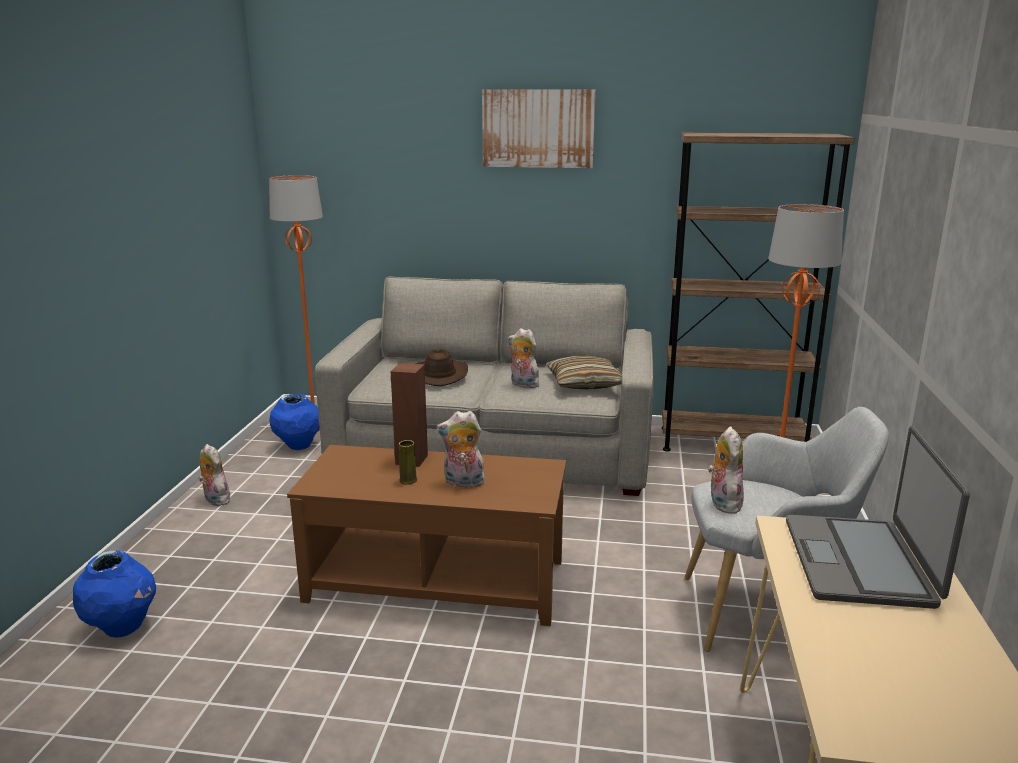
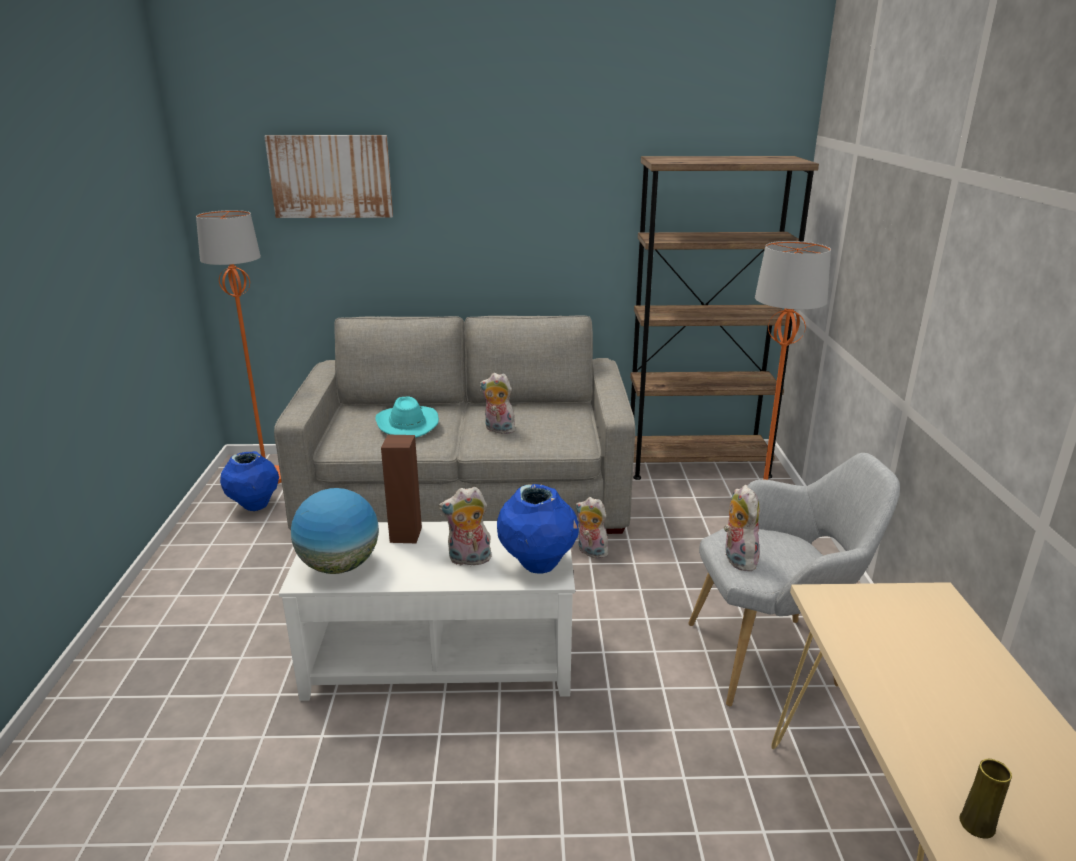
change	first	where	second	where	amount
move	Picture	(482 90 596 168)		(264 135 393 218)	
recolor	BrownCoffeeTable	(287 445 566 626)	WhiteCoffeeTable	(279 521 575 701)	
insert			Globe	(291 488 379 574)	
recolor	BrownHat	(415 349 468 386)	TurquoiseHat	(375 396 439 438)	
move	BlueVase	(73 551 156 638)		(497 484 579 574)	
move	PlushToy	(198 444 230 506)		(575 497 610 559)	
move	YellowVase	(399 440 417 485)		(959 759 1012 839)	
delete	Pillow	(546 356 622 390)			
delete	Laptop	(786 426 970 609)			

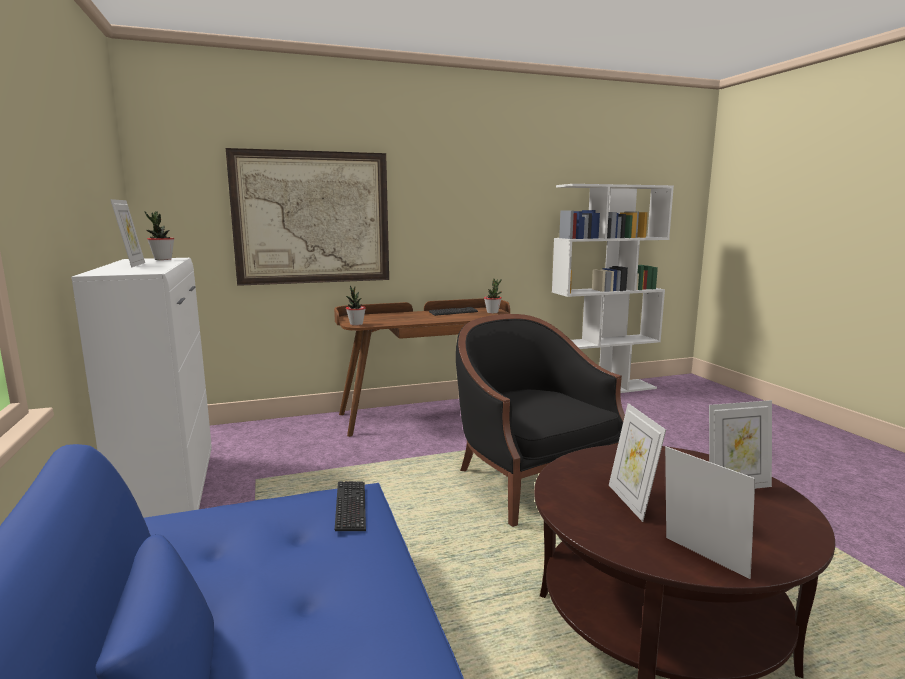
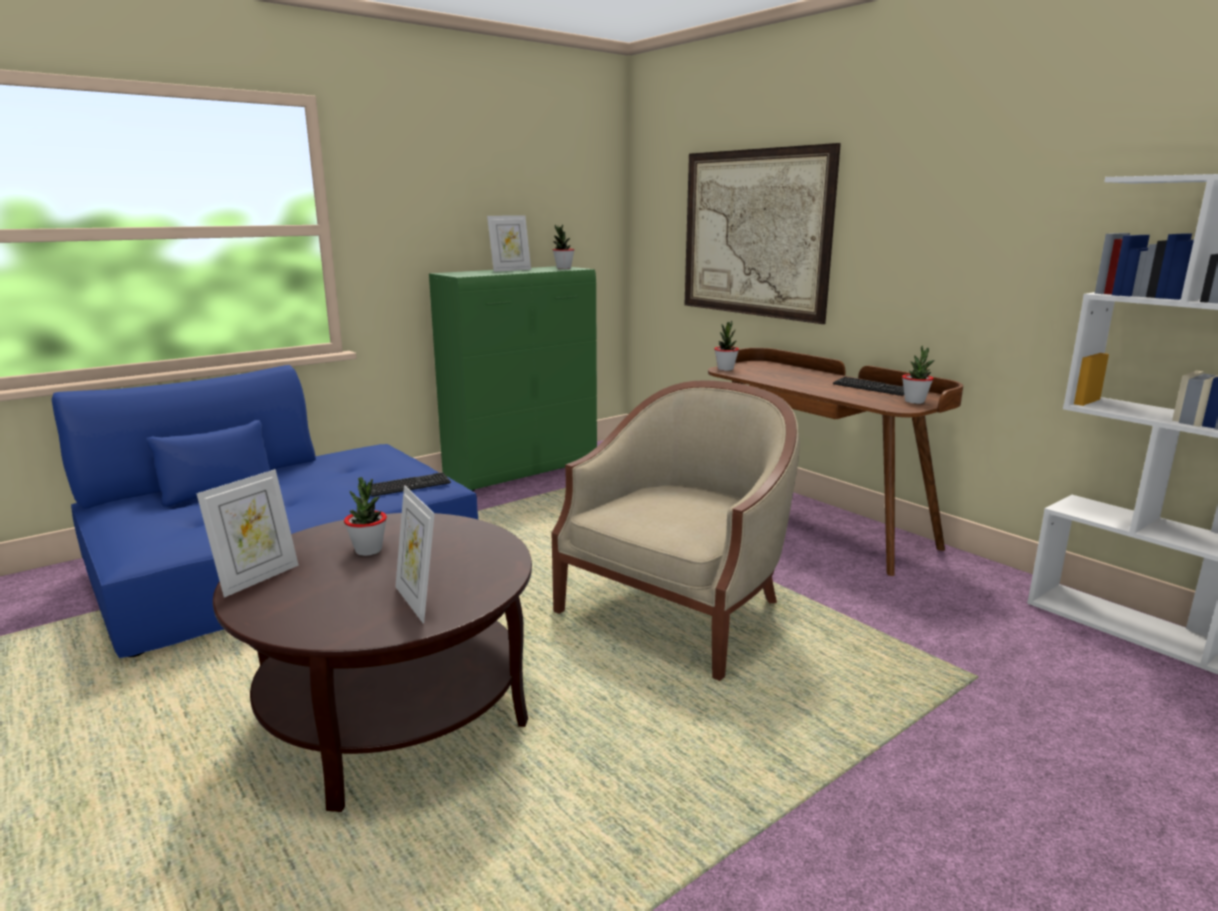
change	first	where	second	where	amount
replace	PictureFrame	(609 403 666 522)	PottedPlant	(344 477 387 556)	
recolor	WhiteCabinet	(71 258 212 518)	GreenCabinet	(429 266 597 491)	
recolor	BlackArmchair	(456 314 625 527)	BeigeArmchair	(551 380 800 681)	

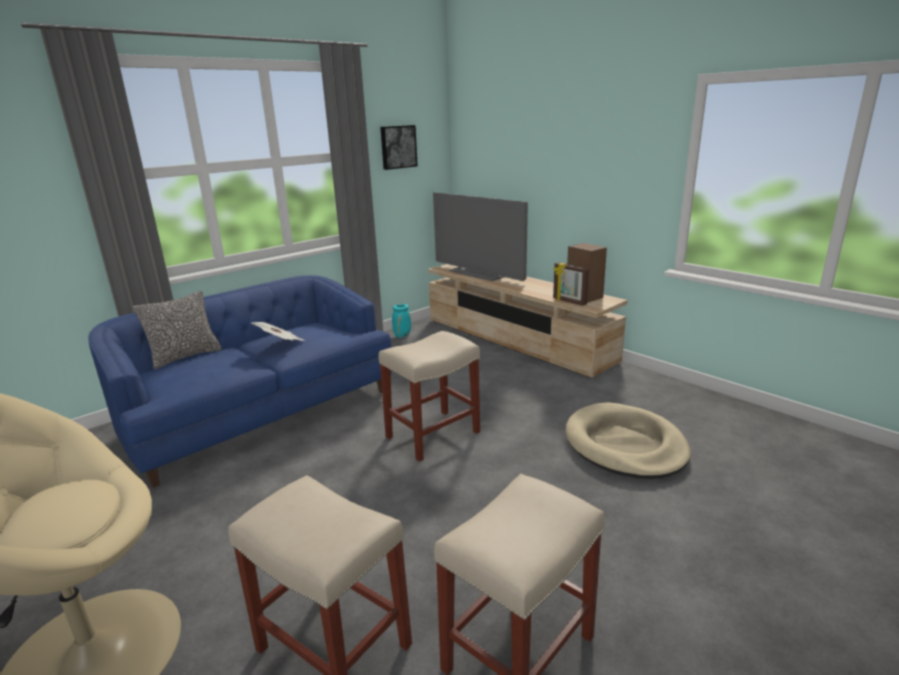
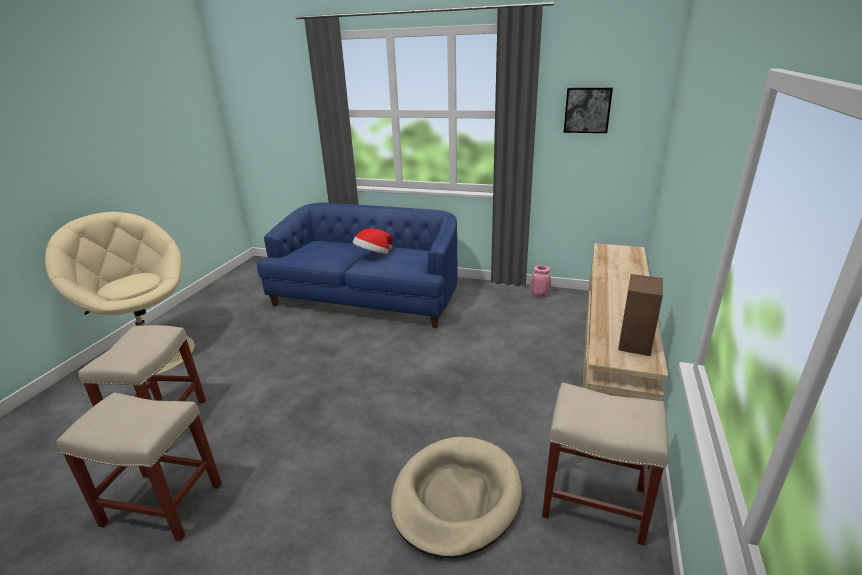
change	first	where	second	where	amount
replace	Newspaper	(251 322 305 341)	Hat	(353 228 393 254)	
recolor	TurquoiseVase	(392 304 411 338)	PinkVase	(531 265 551 298)	
move	BeigeStool	(379 331 480 462)		(542 383 668 545)	
delete	Pillow	(133 291 221 370)			
delete	Television	(433 192 528 281)			
delete	PictureFrame	(553 262 589 306)			

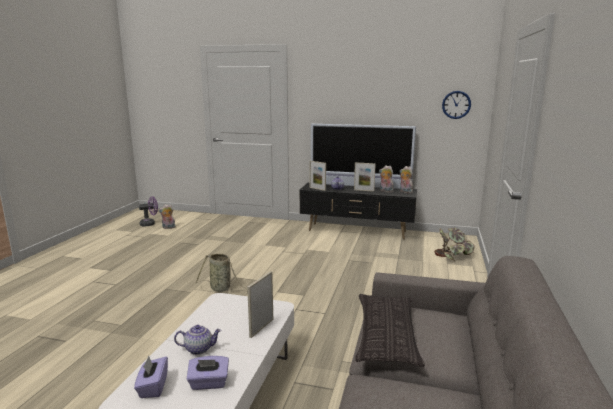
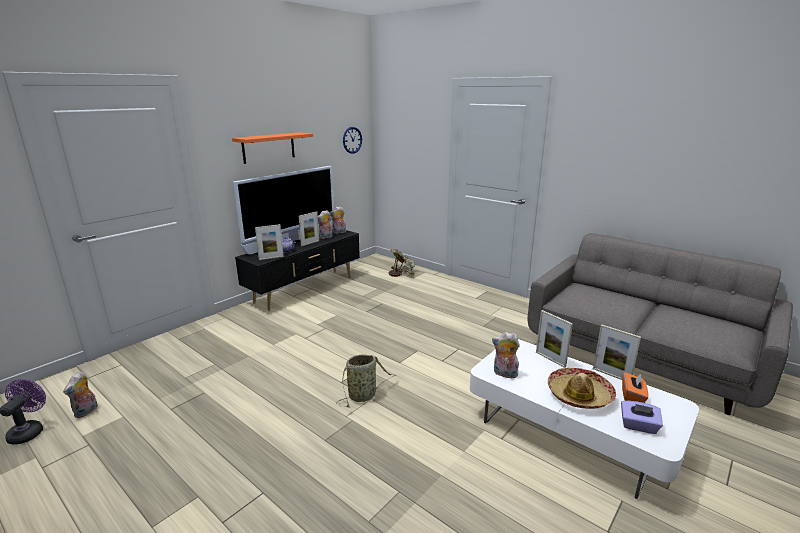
change	first	where	second	where	amount
insert			OrangeShelf	(232 132 313 164)	
insert			PlushToy	(492 332 520 378)	
replace	Teapot	(174 325 221 355)	Hat	(548 368 616 409)	
insert			PictureFrame	(593 324 641 380)	
recolor	PurpleTissueBox	(187 356 229 390)	OrangeTissueBox	(622 372 648 403)	
delete	Pillow	(355 294 425 367)			

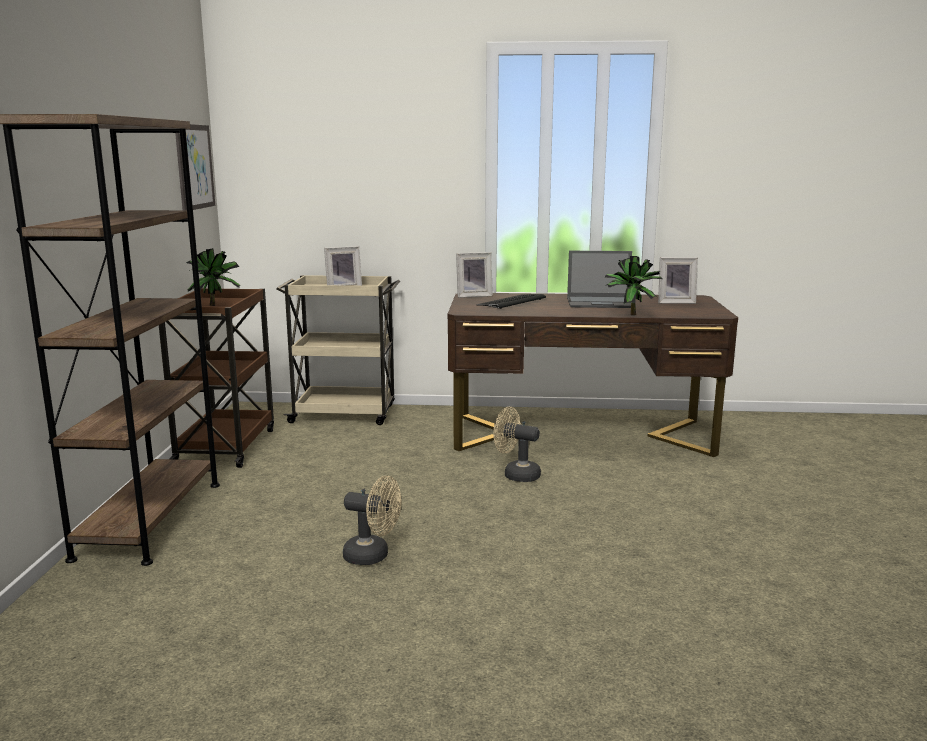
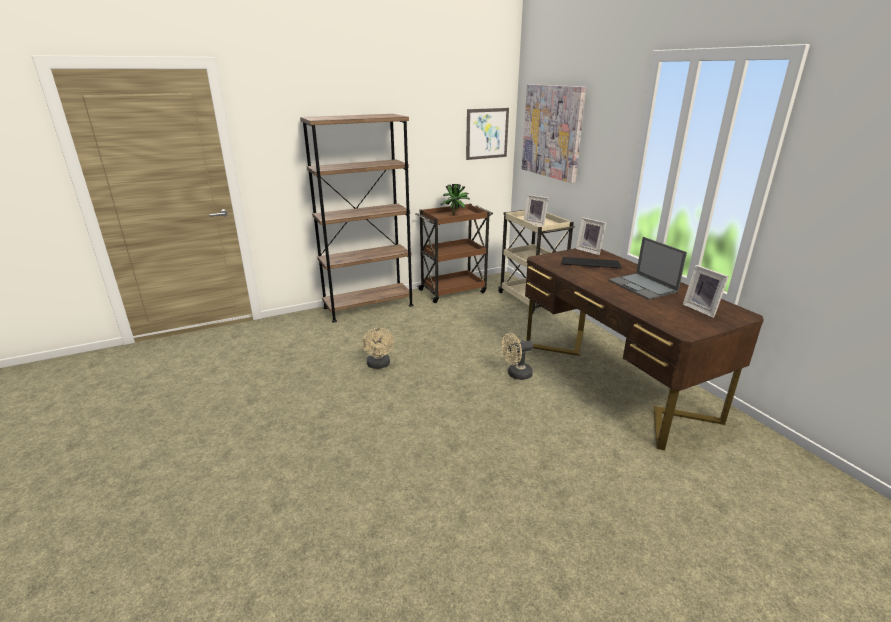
change	first	where	second	where	amount
rotate	BeigeFan	(493 407 541 482)		(501 333 533 380)	105 degrees counterclockwise
insert			Picture	(522 84 586 183)	
delete	PottedPlant	(604 256 663 315)			

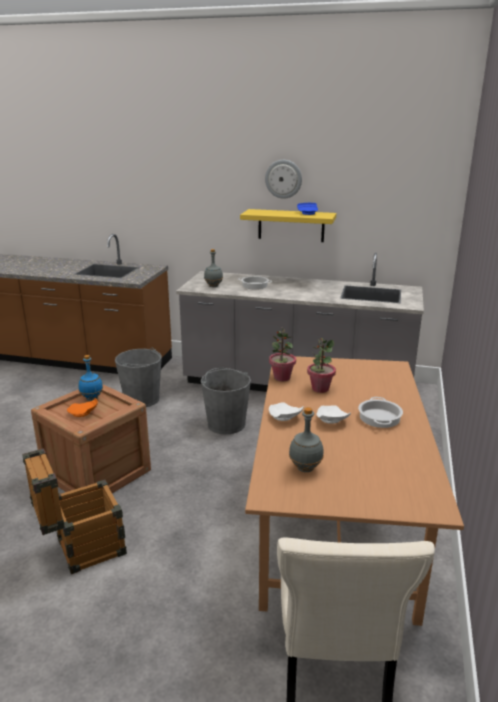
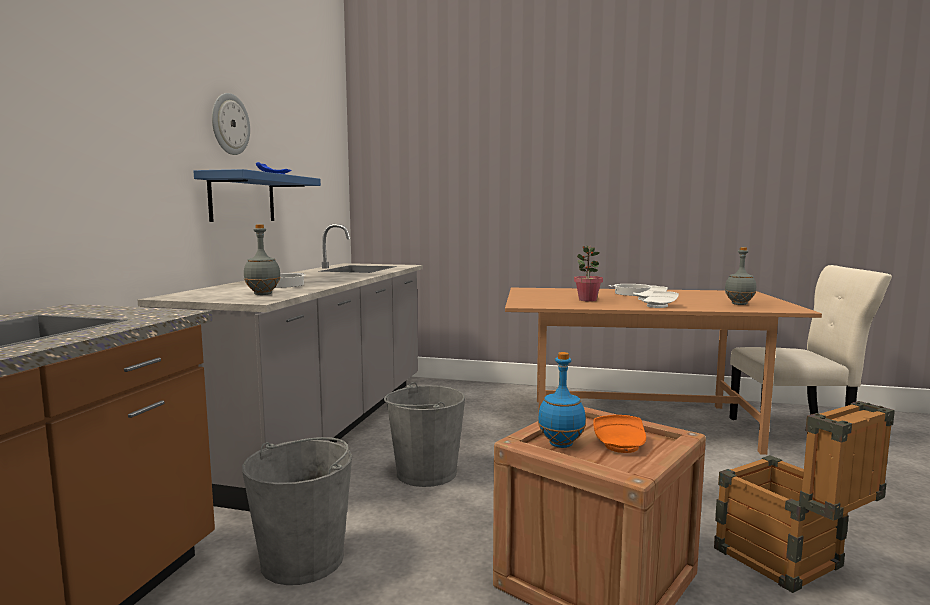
change	first	where	second	where	amount
recolor	YellowShelf	(240 209 336 242)	BlueShelf	(194 169 321 222)	
delete	PottedPlant	(269 328 296 381)			

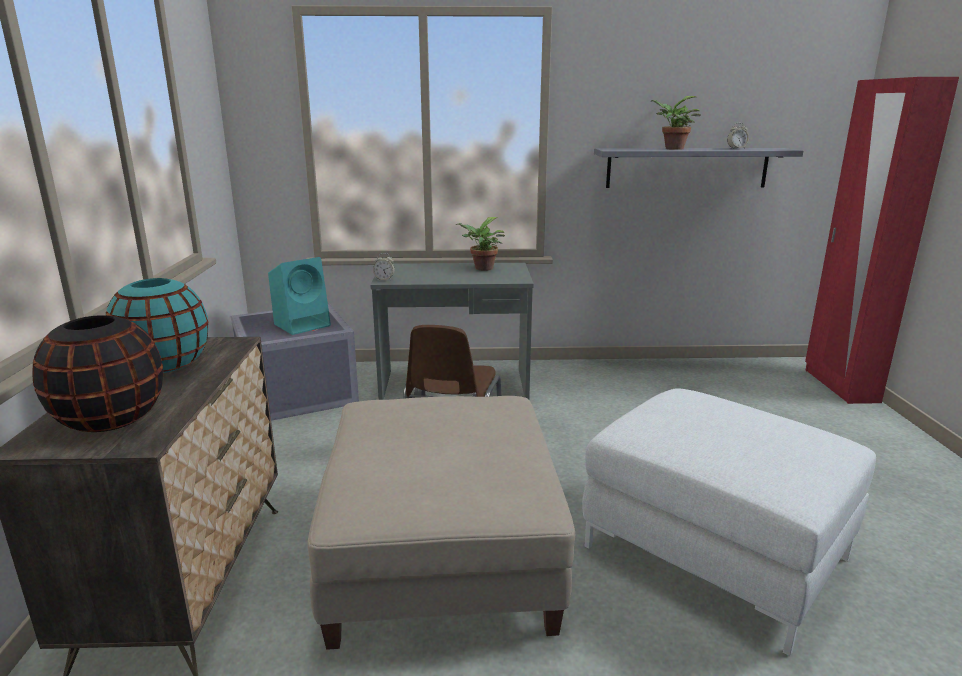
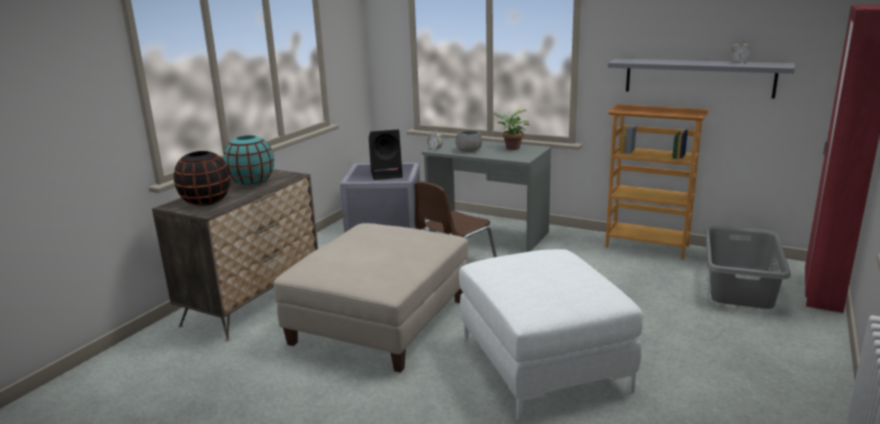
change	first	where	second	where	amount
recolor	TurquoiseSpeaker	(268 257 331 335)	BlackSpeaker	(369 130 403 180)	
insert			GreyBowl	(455 130 482 152)	
insert			Bookcase	(605 104 710 259)	
insert			GreyLaundryBasket	(705 226 790 309)	
delete	PottedPlant	(650 96 701 150)			

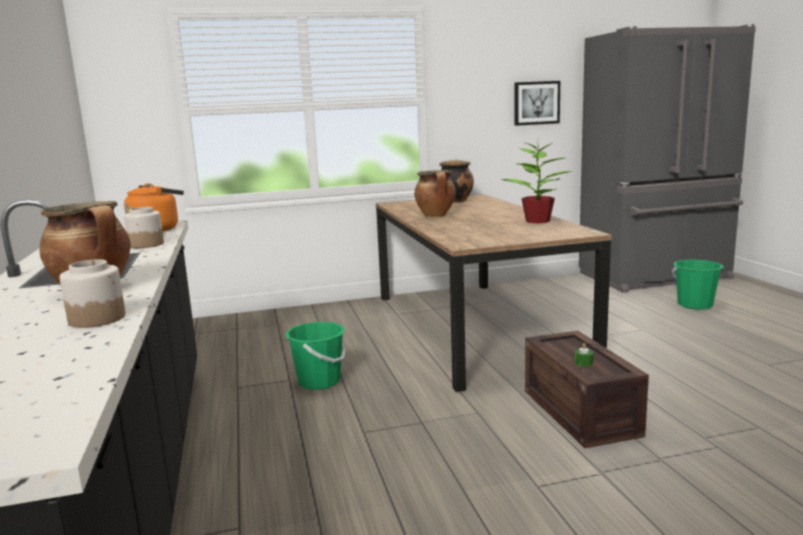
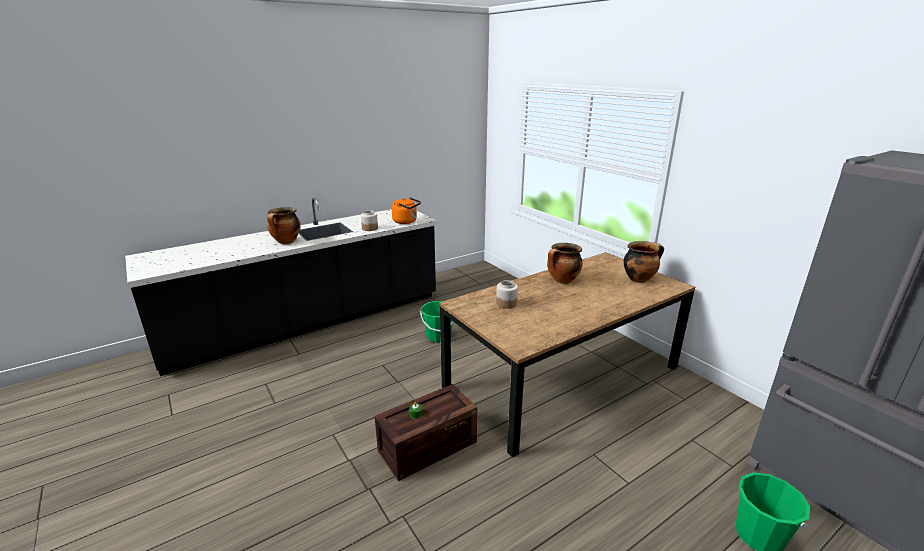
change	first	where	second	where	amount
move	Jar	(60 259 125 328)		(496 280 518 309)	
delete	PottedPlant	(500 138 572 224)			
delete	Picture	(515 81 560 126)			

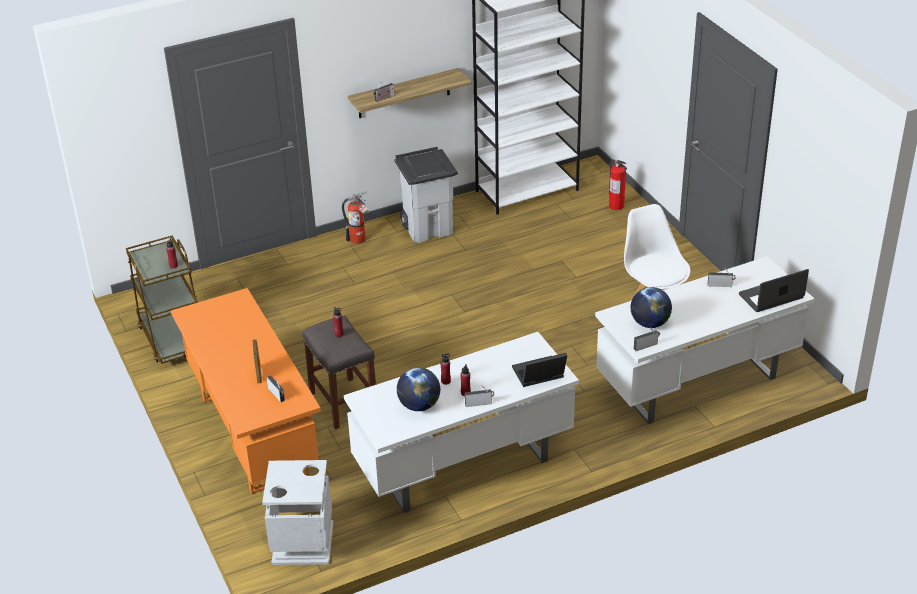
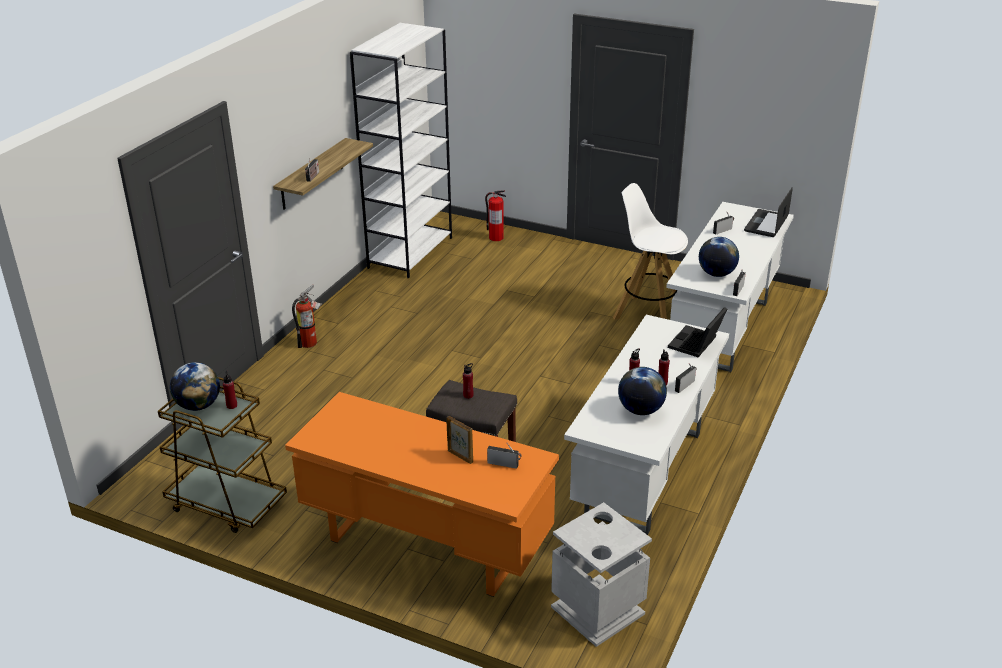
change	first	where	second	where	amount
insert			Globe	(170 362 220 411)	
delete	GreyTrashCan	(394 147 458 243)			

